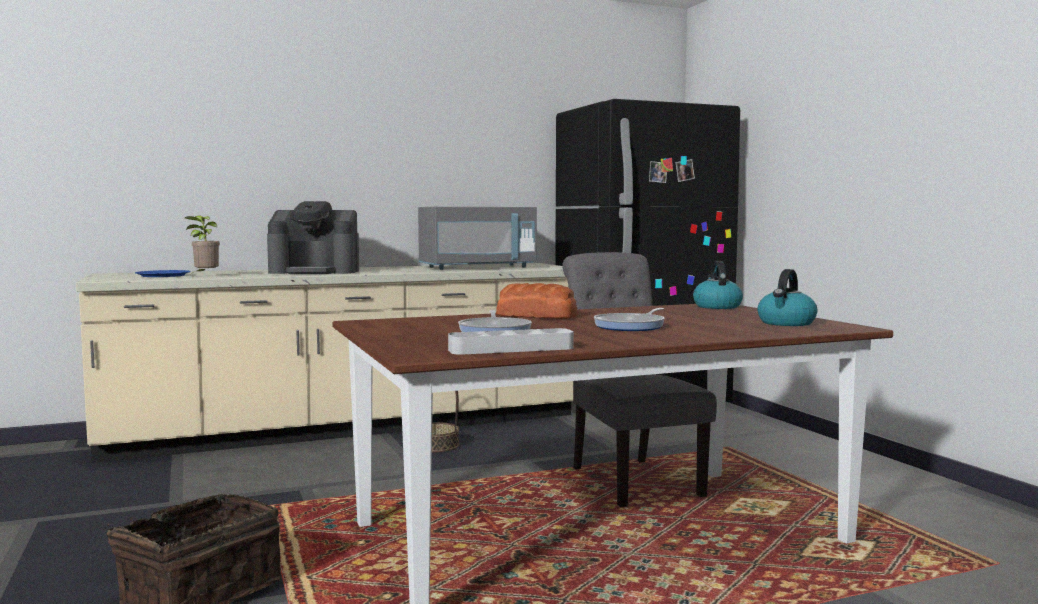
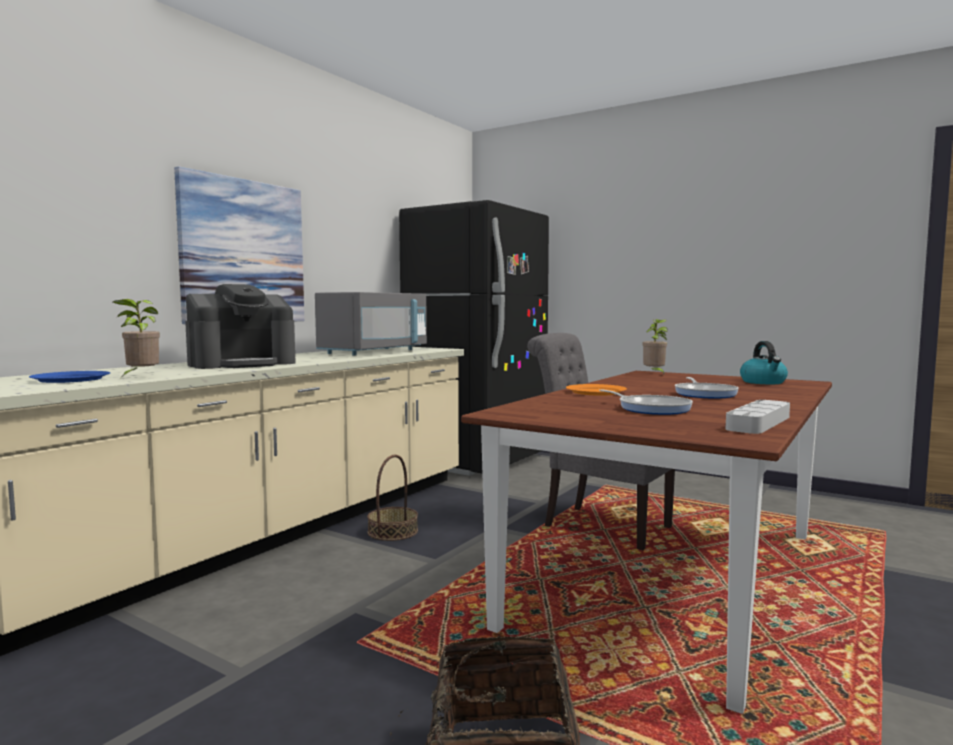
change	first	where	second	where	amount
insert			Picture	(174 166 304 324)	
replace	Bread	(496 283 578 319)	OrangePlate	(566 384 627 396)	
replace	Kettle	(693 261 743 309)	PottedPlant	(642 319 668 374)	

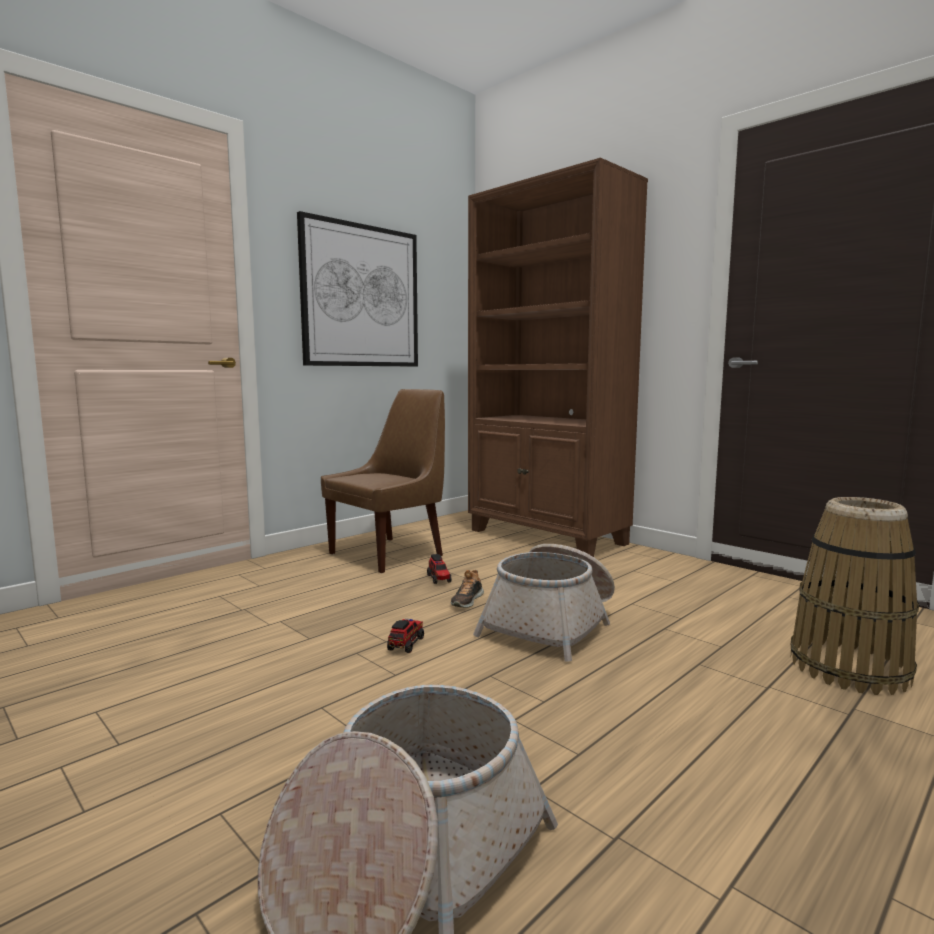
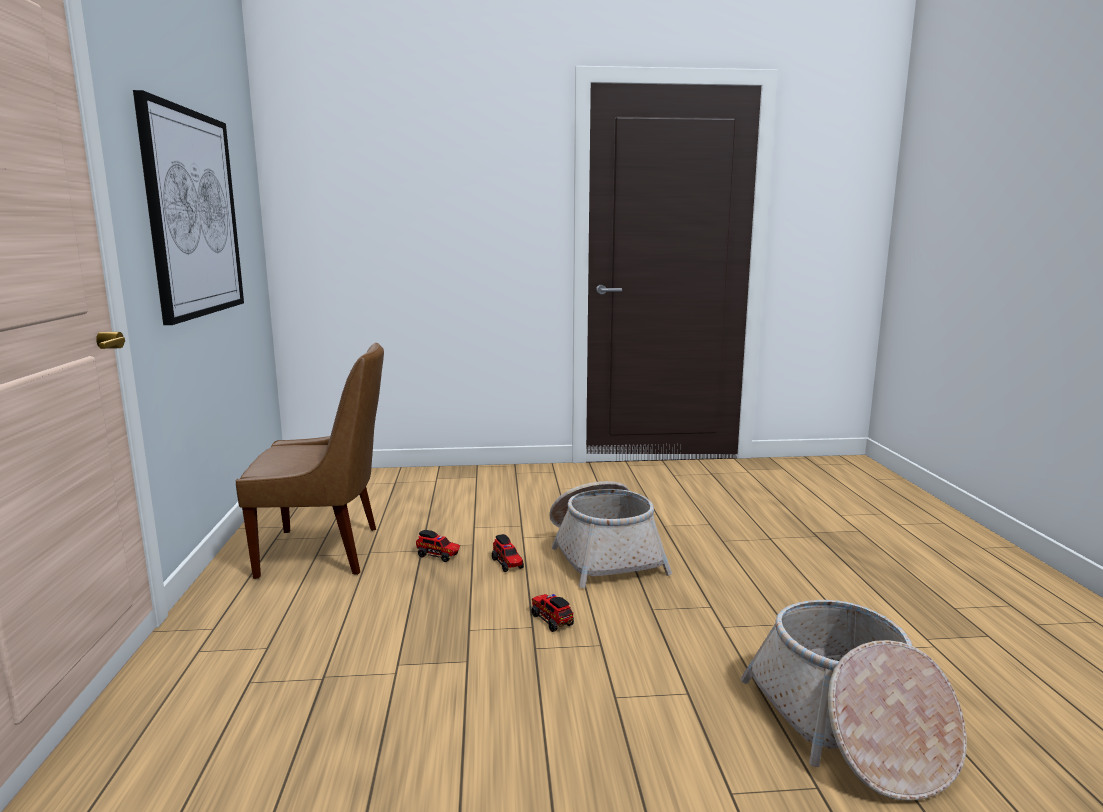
change	first	where	second	where	amount
rotate	BrownChair	(321 389 445 573)		(235 343 384 579)	90 degrees clockwise
replace	Shoe	(450 570 484 608)	ToyTruck	(492 534 524 572)	
delete	BrownBookcase	(468 158 648 557)			
delete	Basket	(791 497 919 695)			

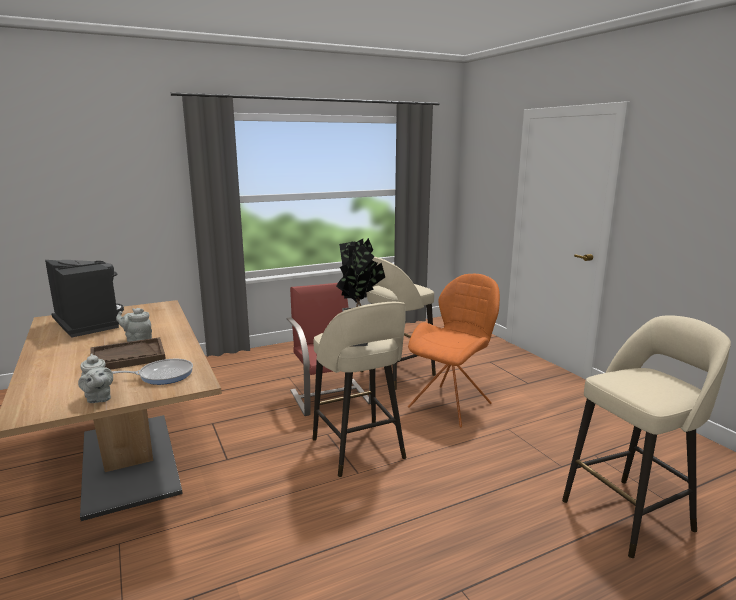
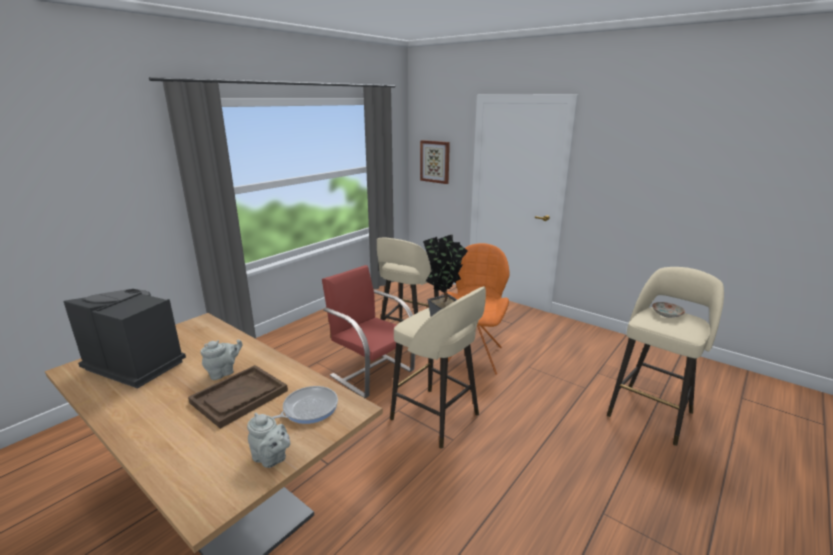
change	first	where	second	where	amount
rotate	GreyTeapot	(116 308 152 342)		(200 339 242 380)	150 degrees clockwise
insert			Picture	(420 140 450 184)	
insert			Plate	(652 302 685 318)	

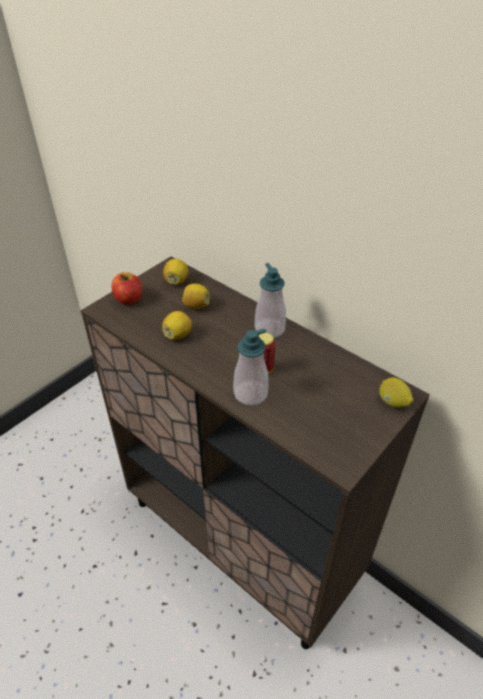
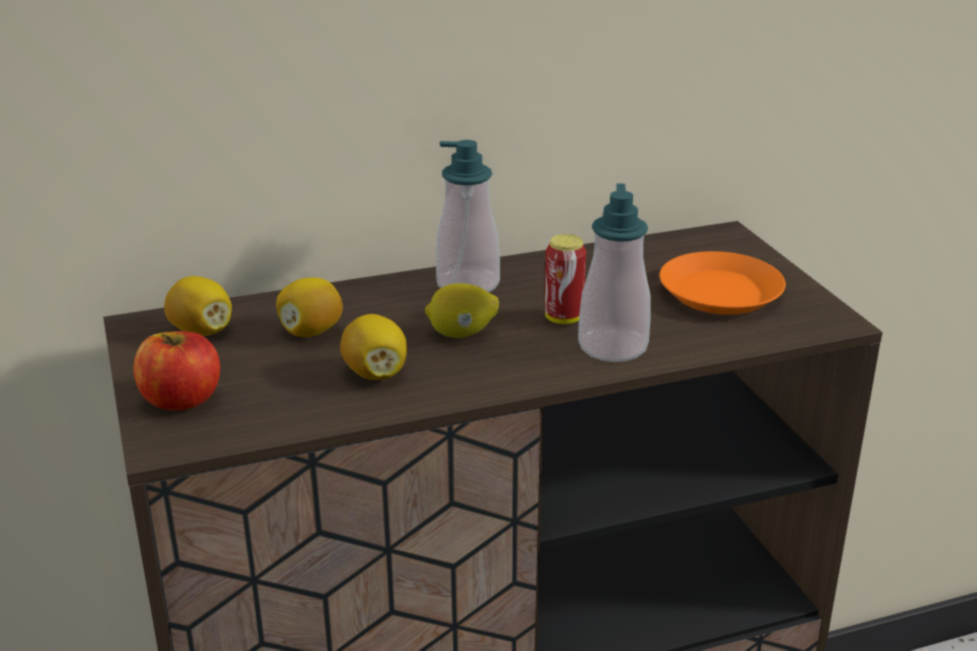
change	first	where	second	where	amount
move	Lemon	(379 377 413 408)		(425 283 499 338)	
insert			OrangePlate	(659 251 786 315)	

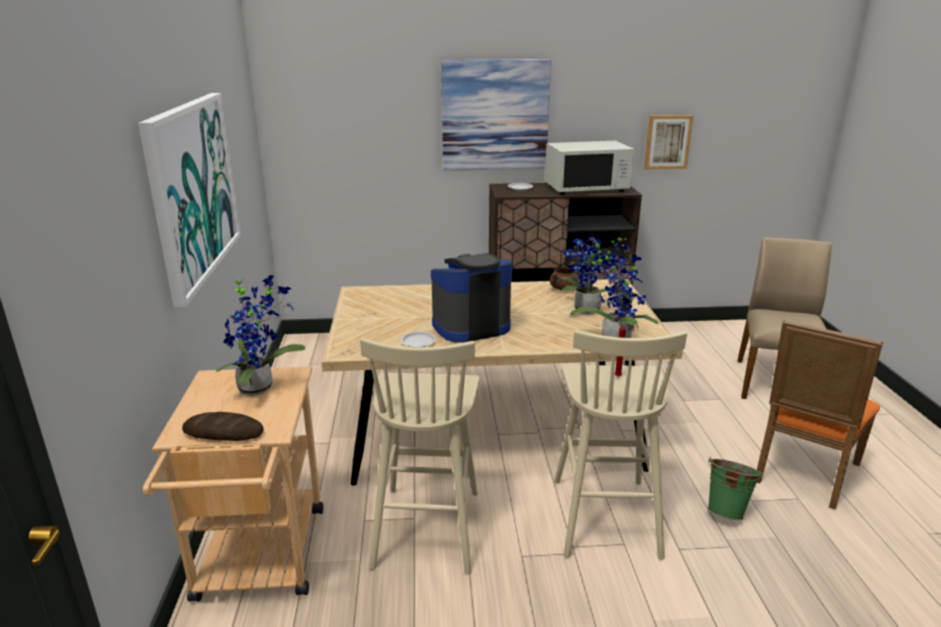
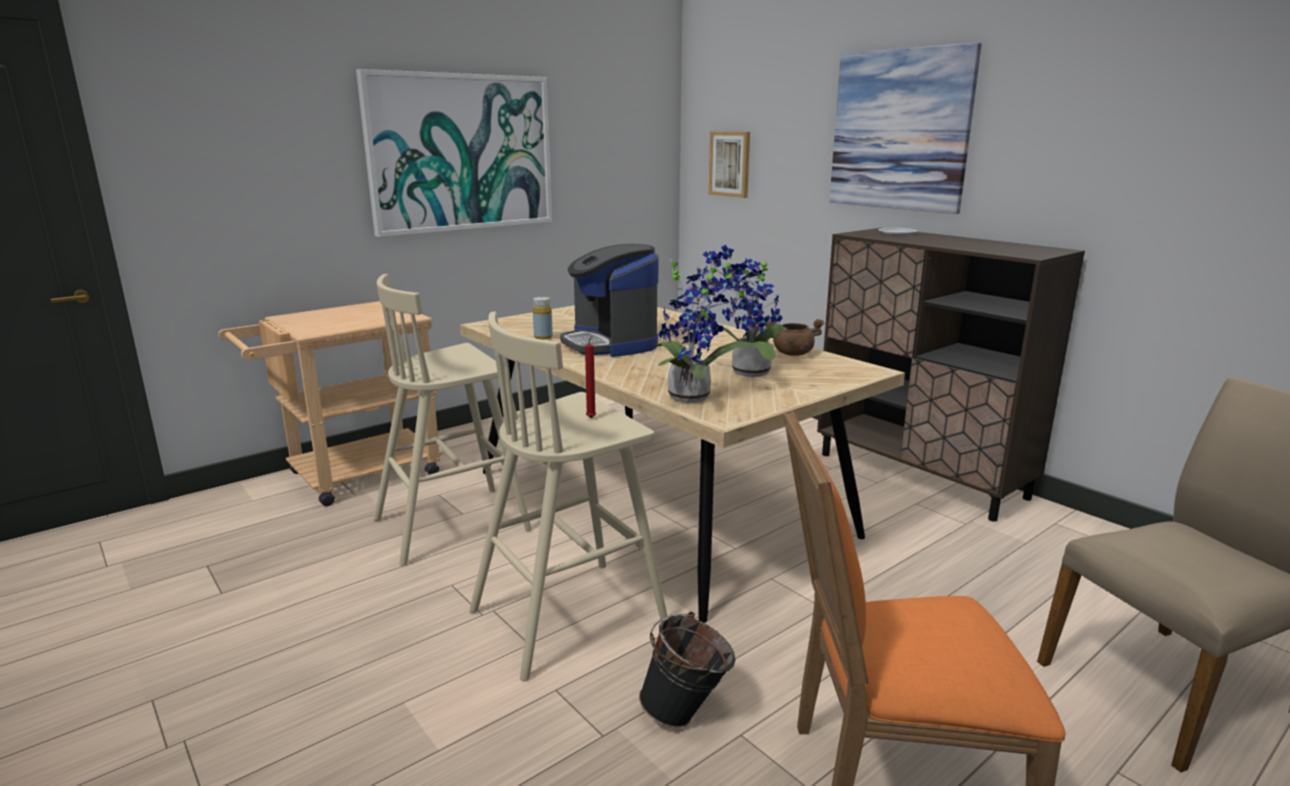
change	first	where	second	where	amount
replace	WhitePlate	(401 332 436 347)	YellowBottle	(533 297 553 340)	
rotate	CoffeeMachine	(431 253 512 343)		(560 244 659 357)	150 degrees counterclockwise
recolor	GreenBucket	(708 456 763 520)	BlackBucket	(639 612 735 728)	
move	Picture	(644 115 693 169)		(708 132 750 198)	
delete	Bread	(182 412 264 441)			
delete	PottedPlant	(216 275 305 396)			
delete	WhiteMicrowave	(545 141 634 195)			

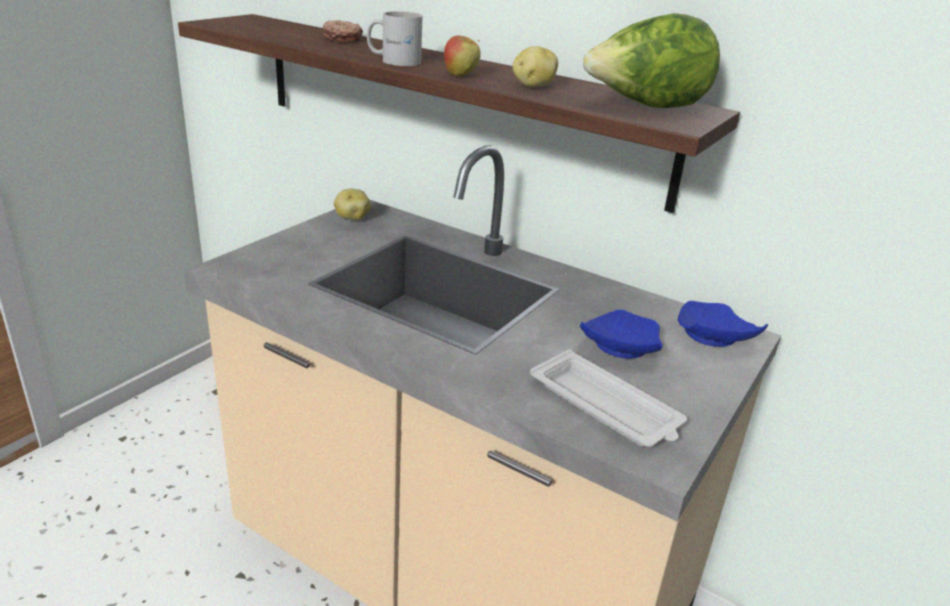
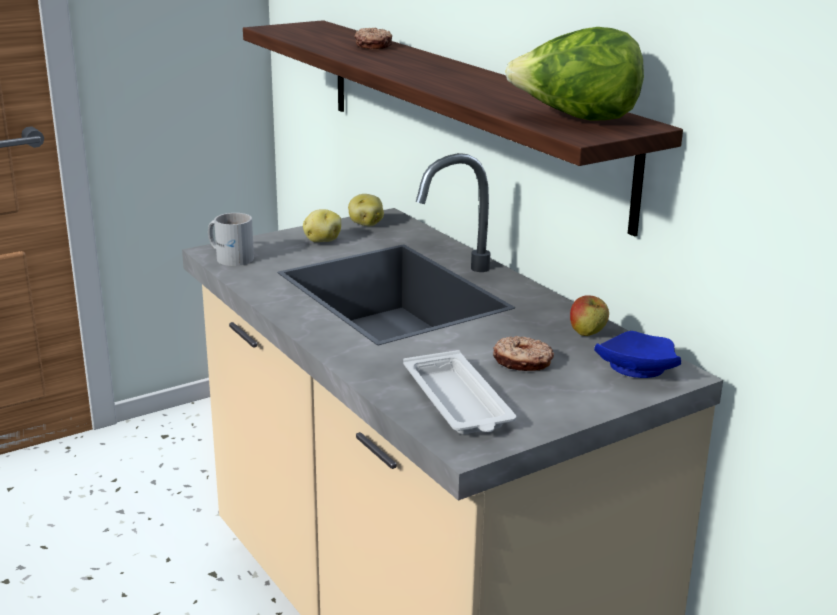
change	first	where	second	where	amount
move	WhiteMug	(367 11 422 66)		(208 213 254 266)	
move	Potato	(512 46 558 87)		(303 209 341 242)	
replace	BluePlate	(580 310 663 358)	Donut	(493 336 554 371)	
move	Apple	(444 35 481 76)		(570 296 609 336)	

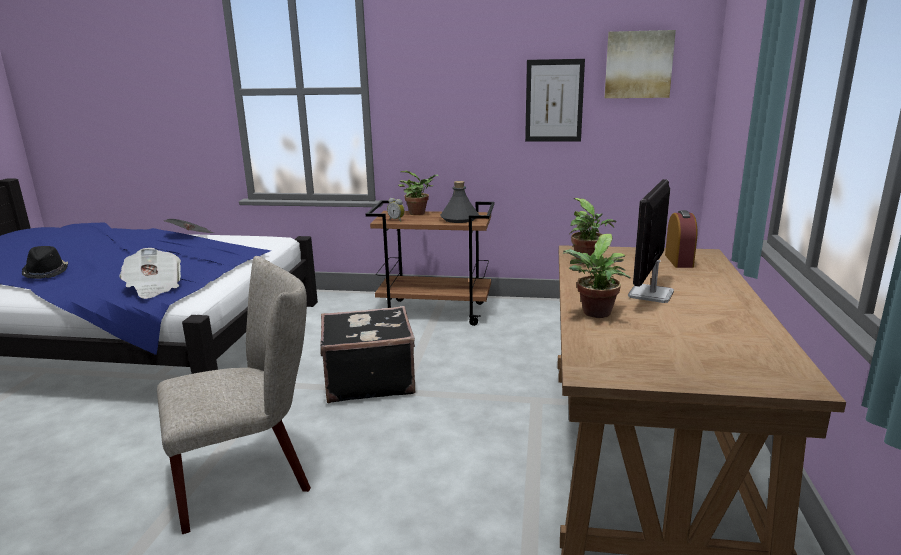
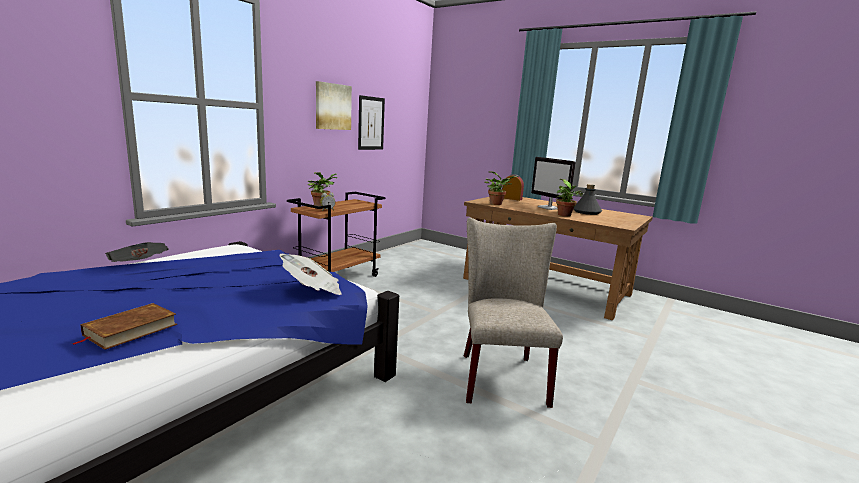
change	first	where	second	where	amount
replace	BlackHat	(22 246 68 279)	BrownBook	(72 303 177 350)	
move	Picture	(604 30 676 98)		(316 81 352 130)	
move	GreyBottle	(441 181 479 223)		(574 184 602 215)	
delete	BlackSuitcase	(320 306 416 403)			

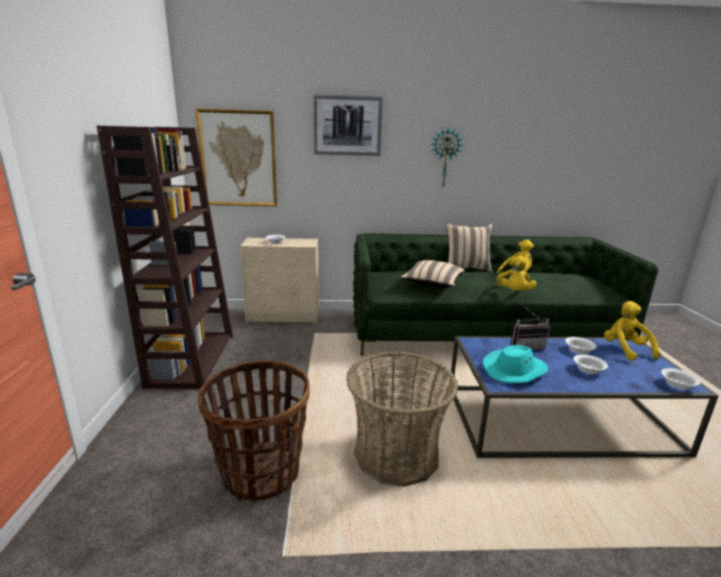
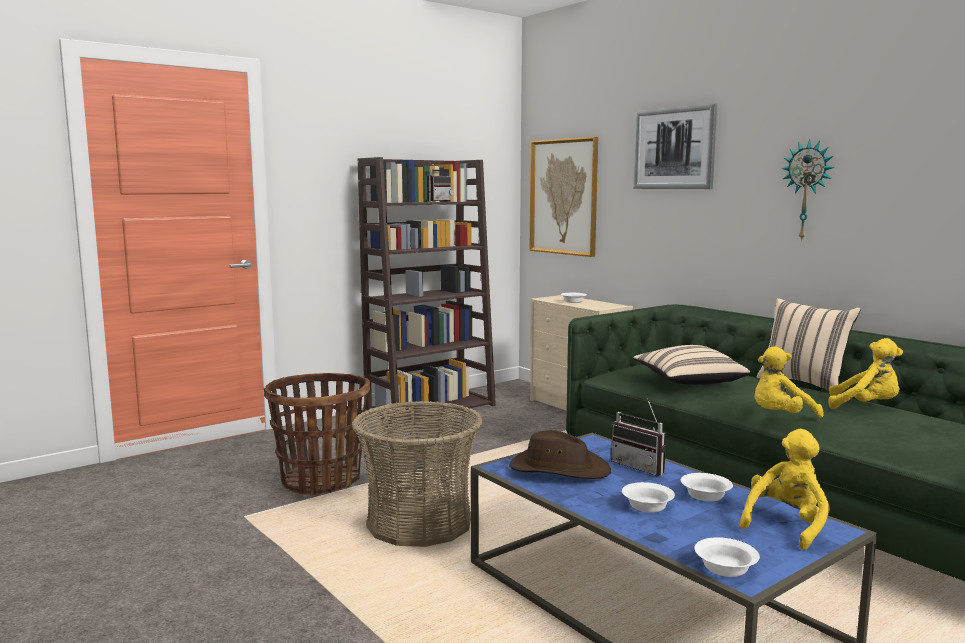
change	first	where	second	where	amount
recolor	TurquoiseHat	(483 345 548 383)	BrownHat	(509 430 611 479)	

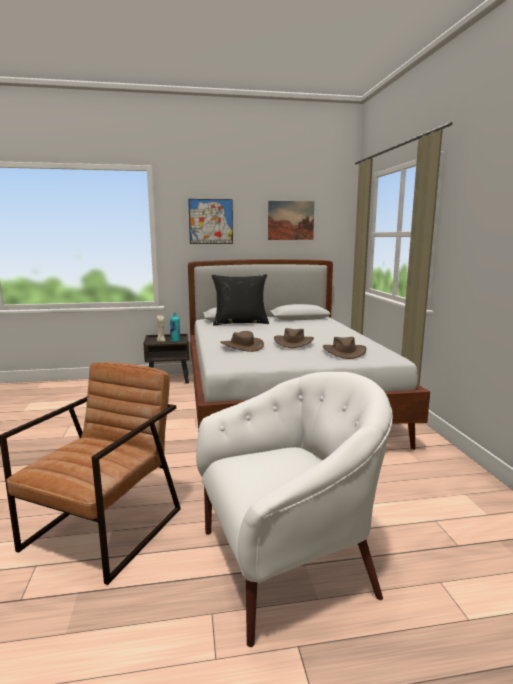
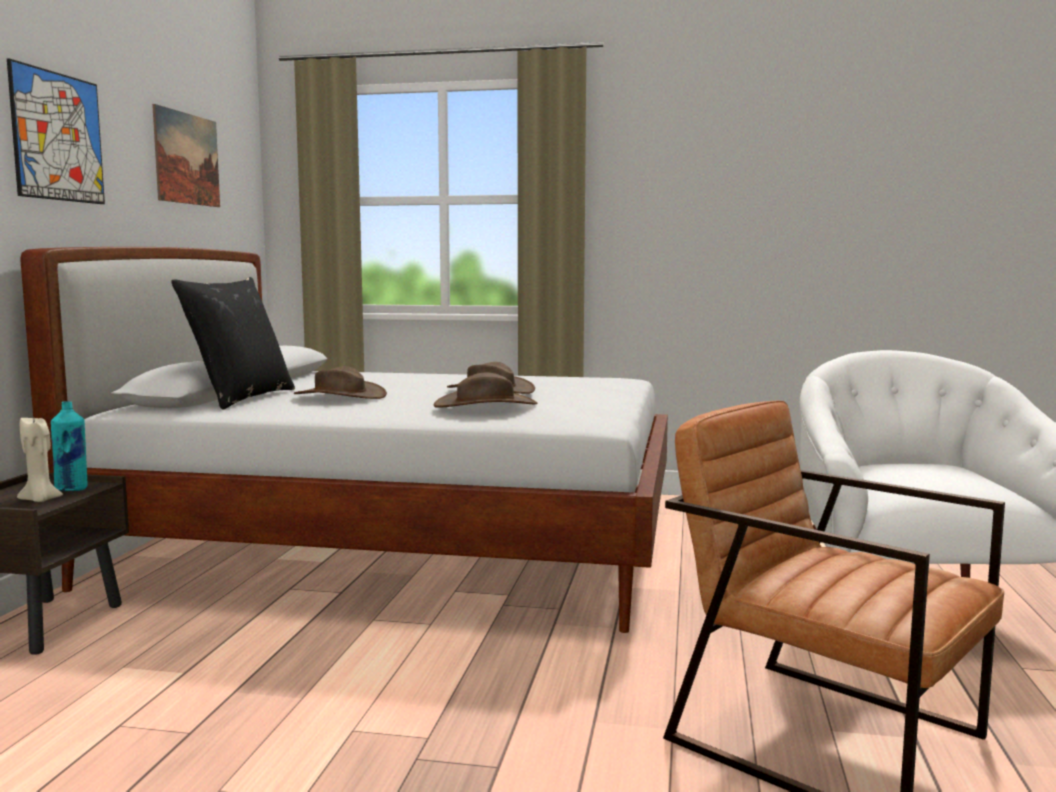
change	first	where	second	where	amount
move	BrownHat	(323 337 366 359)		(294 366 387 399)	

